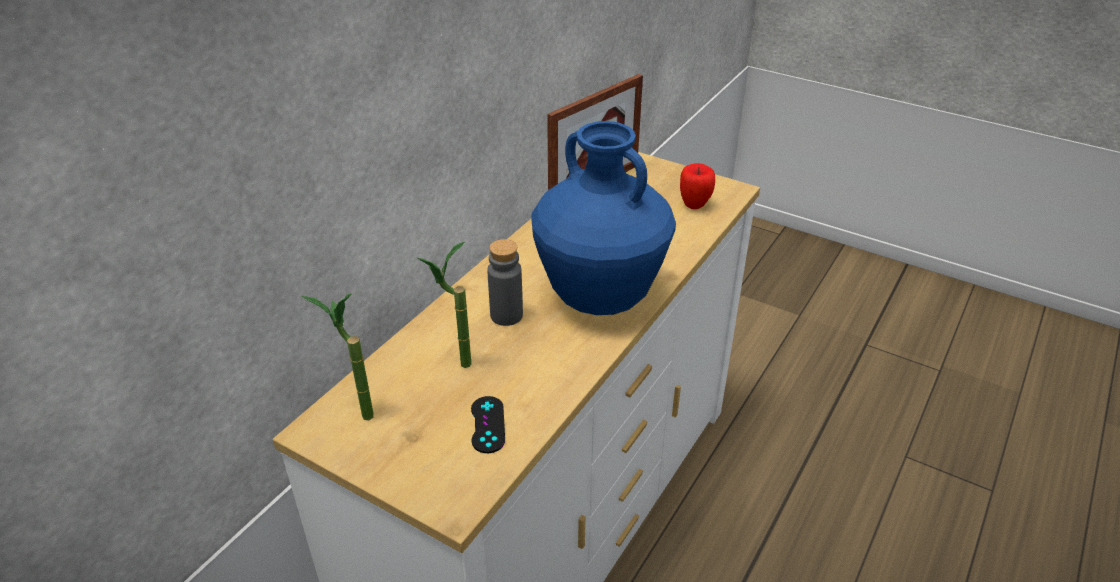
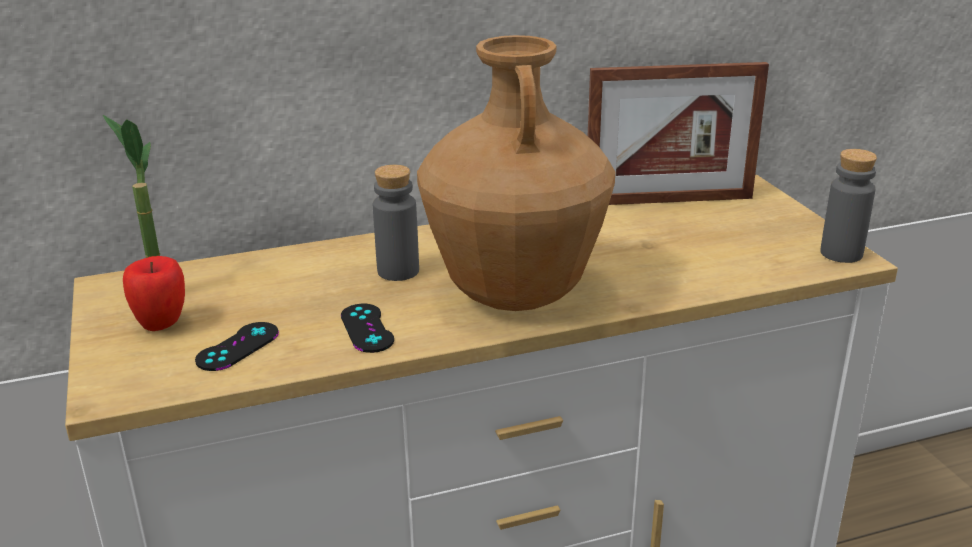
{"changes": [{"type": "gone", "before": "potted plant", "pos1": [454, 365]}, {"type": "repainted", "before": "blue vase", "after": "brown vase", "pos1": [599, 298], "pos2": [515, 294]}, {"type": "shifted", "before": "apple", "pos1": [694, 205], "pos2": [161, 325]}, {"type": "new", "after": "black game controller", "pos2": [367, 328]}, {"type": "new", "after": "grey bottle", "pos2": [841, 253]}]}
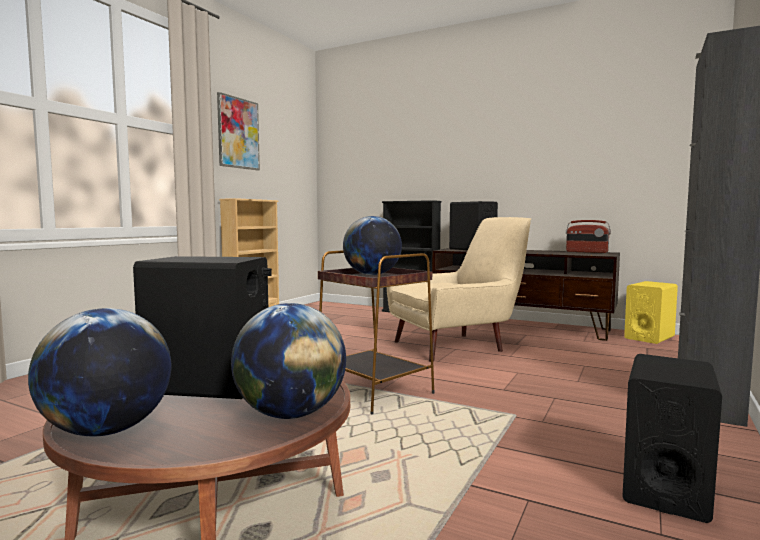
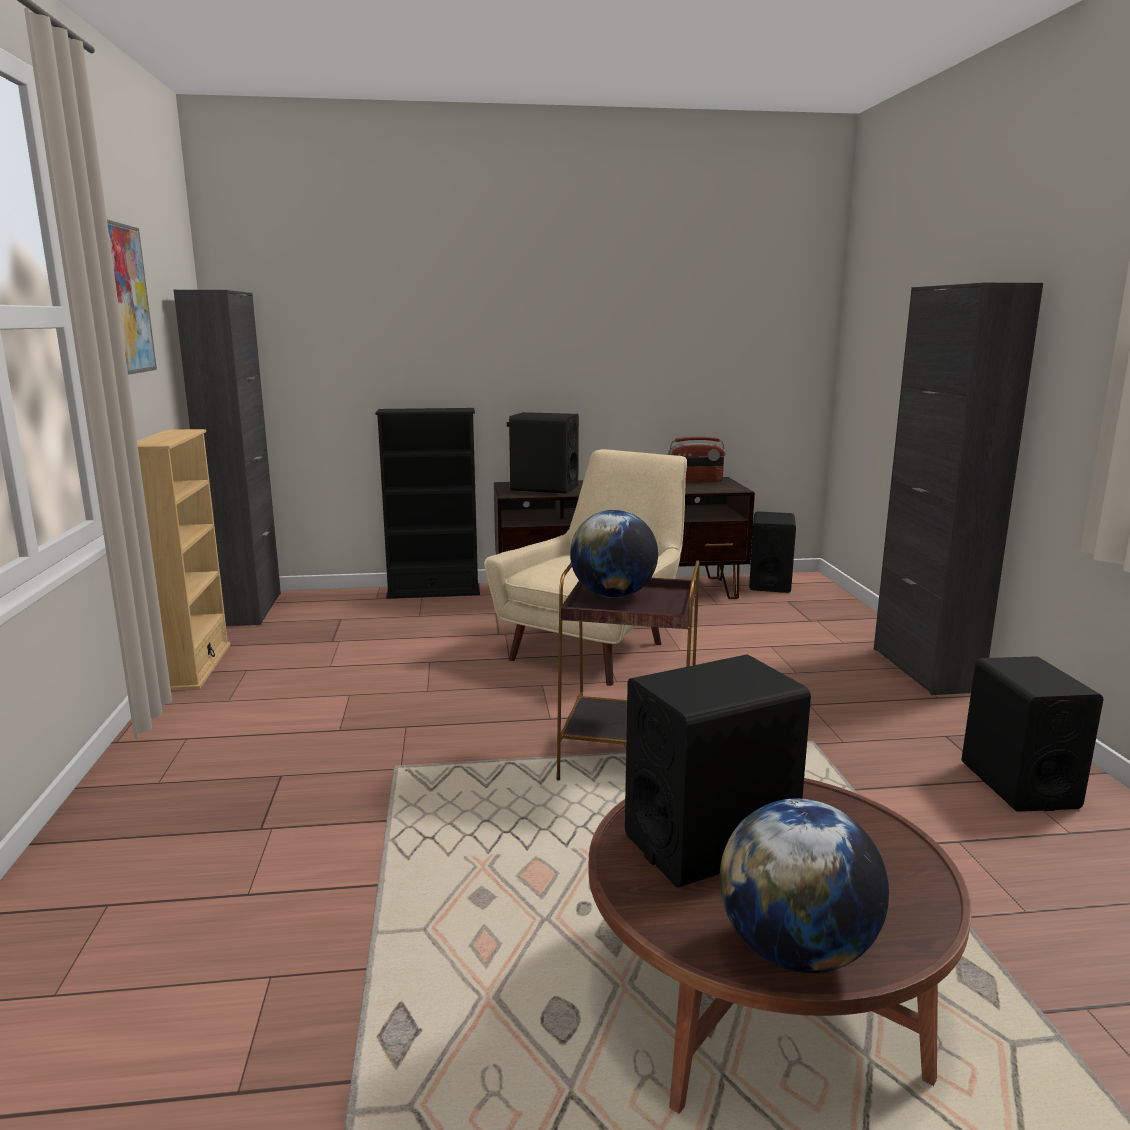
{"changes": [{"type": "gone", "before": "globe", "pos1": [290, 414]}, {"type": "repainted", "before": "yellow speaker", "after": "black speaker", "pos1": [649, 337], "pos2": [769, 583]}, {"type": "new", "after": "black cabinet", "pos2": [249, 609]}]}
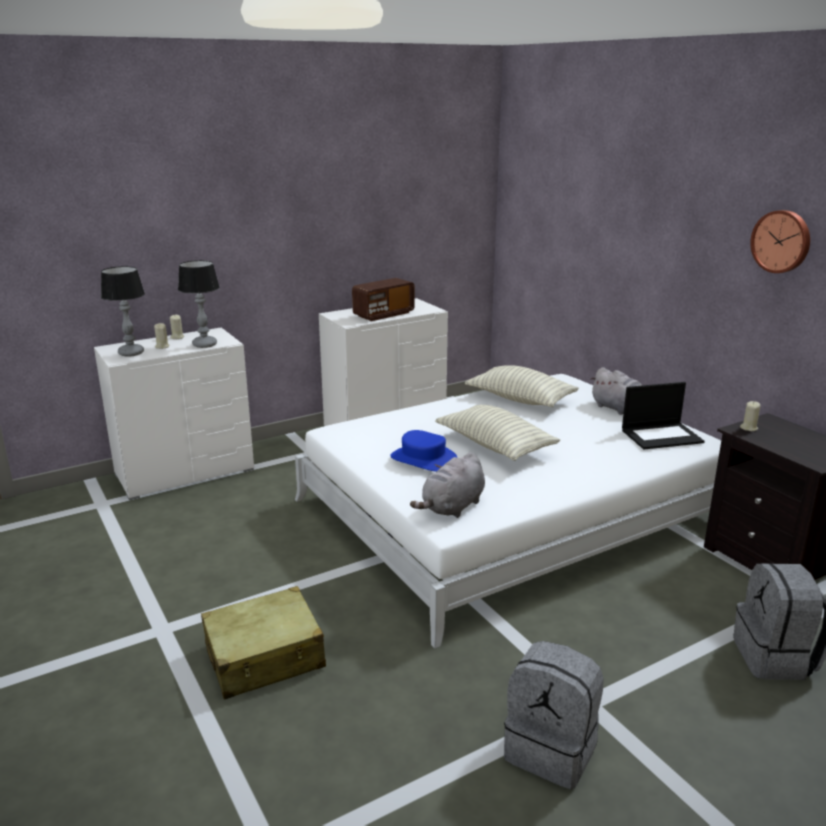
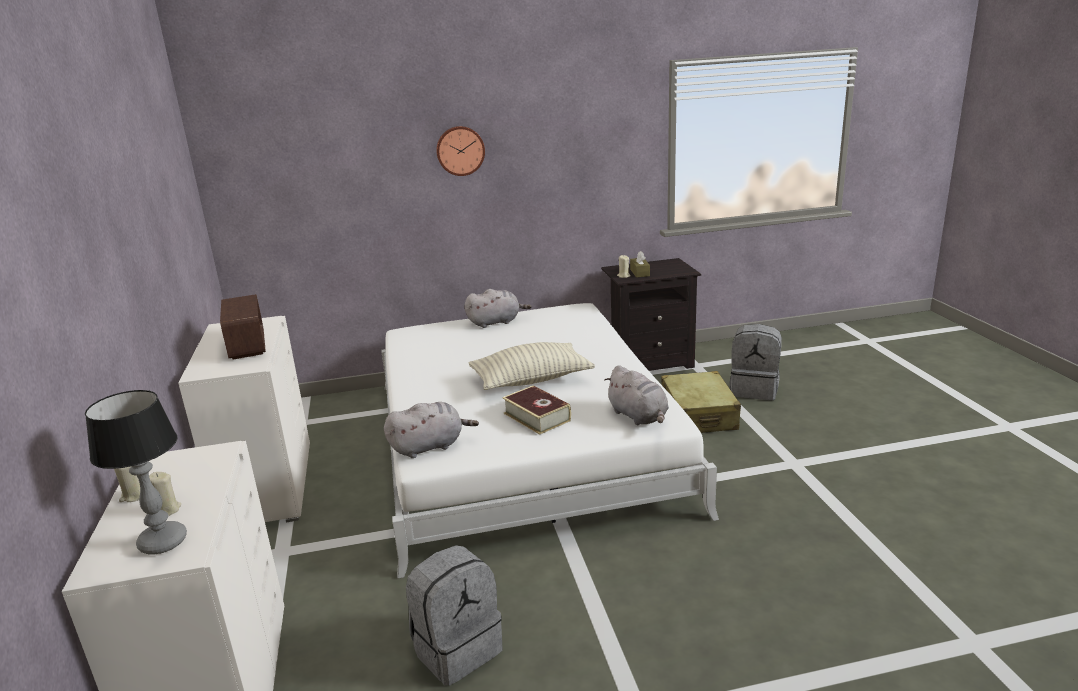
{"changes": [{"type": "gone", "before": "table lamp", "pos1": [204, 345]}, {"type": "shifted", "before": "beige suitcase", "pos1": [265, 657], "pos2": [698, 415]}, {"type": "swapped", "before": "blue hat", "after": "book", "pos1": [423, 460], "pos2": [537, 417]}, {"type": "gone", "before": "pillow", "pos1": [520, 399]}, {"type": "shifted", "before": "grey backpack", "pos1": [552, 750], "pos2": [457, 648]}, {"type": "gone", "before": "laptop", "pos1": [662, 436]}, {"type": "shifted", "before": "wall clock", "pos1": [781, 241], "pos2": [460, 150]}, {"type": "new", "after": "grey plush toy", "pos2": [430, 446]}, {"type": "new", "after": "brown tissue box", "pos2": [640, 273]}]}
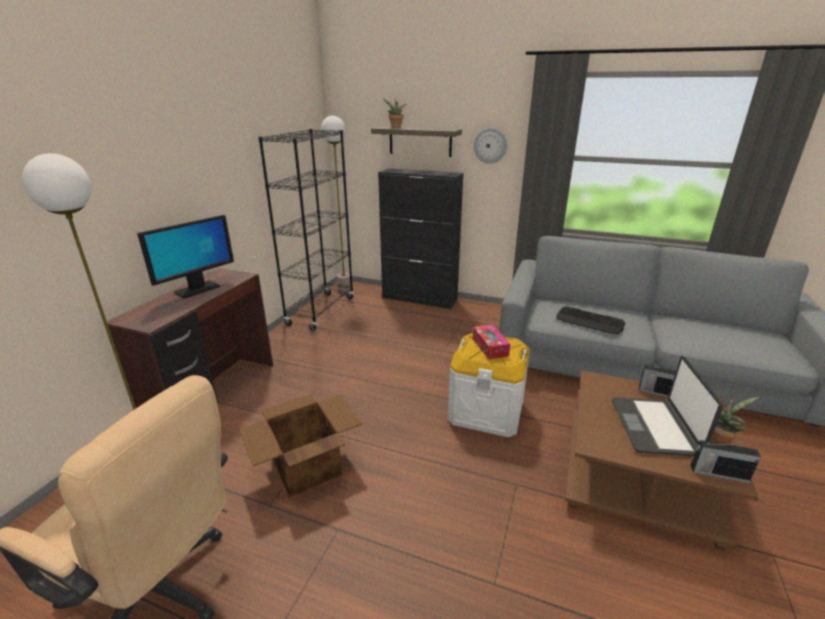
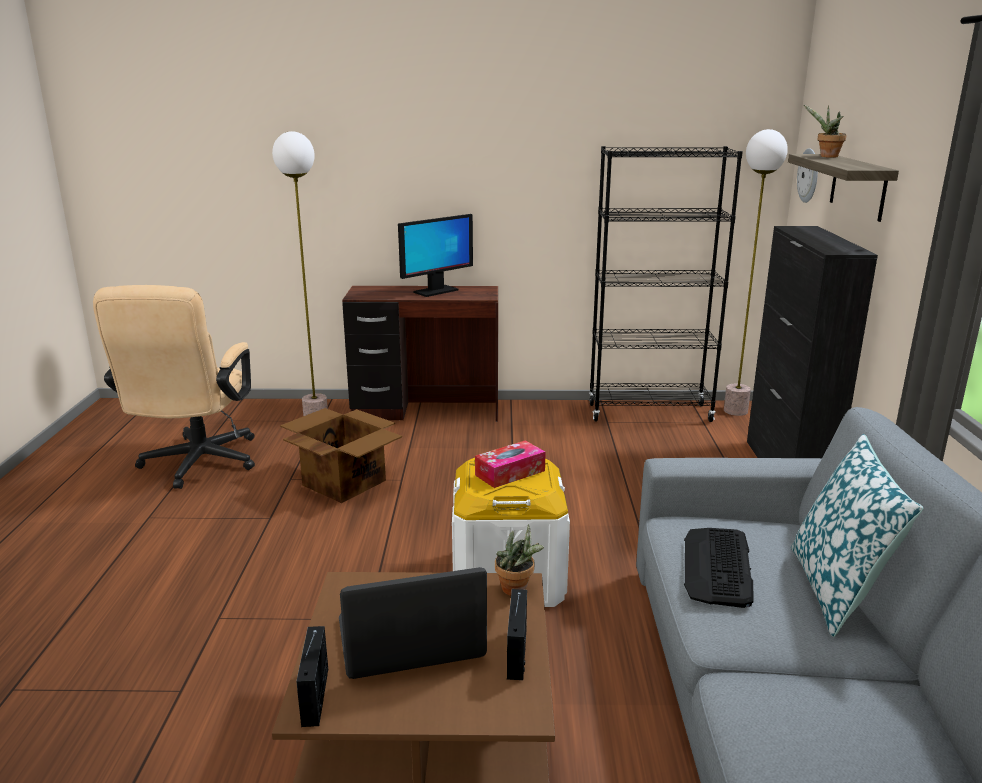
{"changes": [{"type": "rotated", "before": "monitor", "pos1": [197, 290], "pos2": [435, 291], "turn": -60}, {"type": "shifted", "before": "wall clock", "pos1": [490, 145], "pos2": [809, 175]}, {"type": "shifted", "before": "potted plant", "pos1": [719, 440], "pos2": [517, 590]}, {"type": "new", "after": "pillow", "pos2": [837, 590]}]}
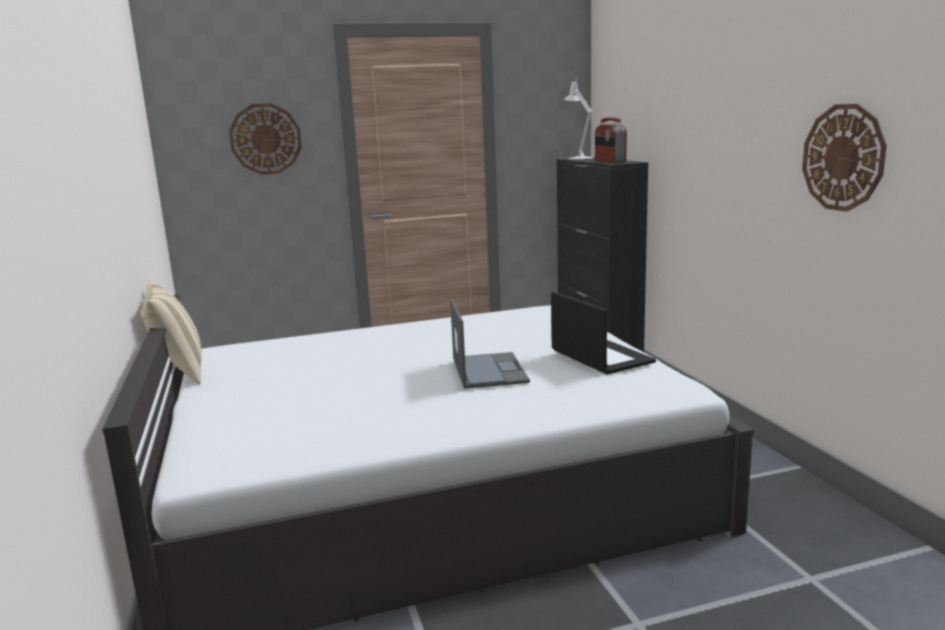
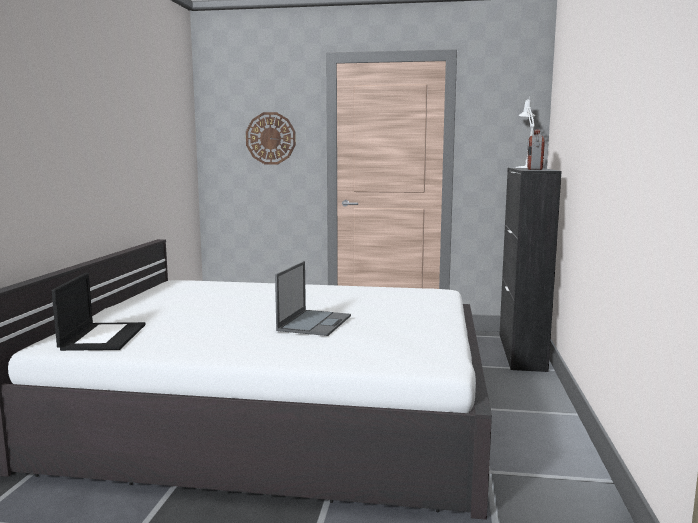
{"changes": [{"type": "gone", "before": "beige pillow", "pos1": [178, 373]}, {"type": "shifted", "before": "laptop", "pos1": [600, 356], "pos2": [103, 336]}, {"type": "gone", "before": "wall clock", "pos1": [843, 157]}]}
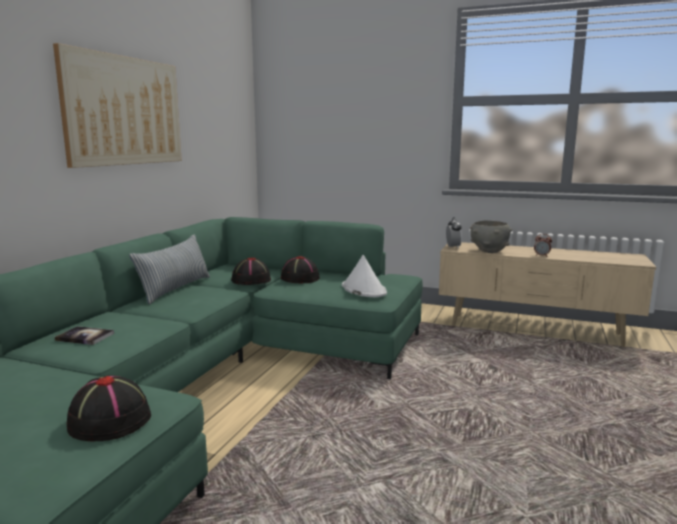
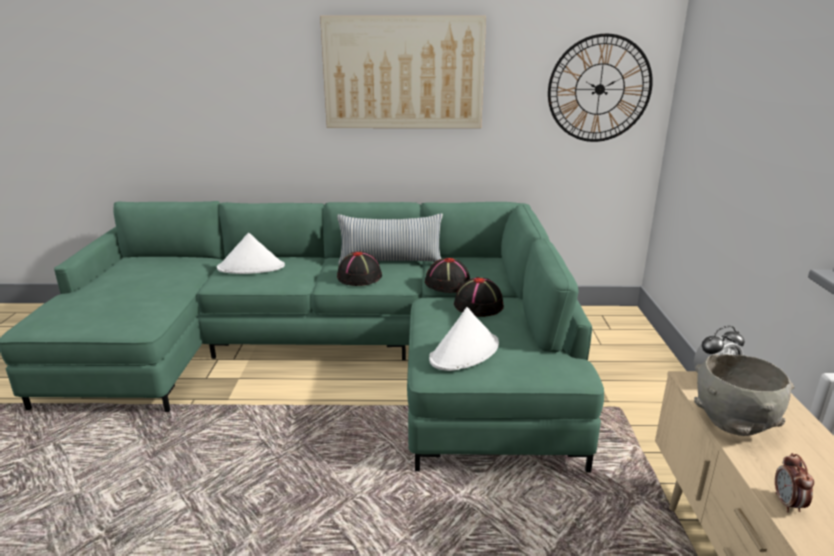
{"changes": [{"type": "swapped", "before": "book", "after": "white hat", "pos1": [85, 337], "pos2": [251, 267]}, {"type": "shifted", "before": "black hat", "pos1": [109, 420], "pos2": [360, 276]}, {"type": "new", "after": "wall clock", "pos2": [599, 89]}]}
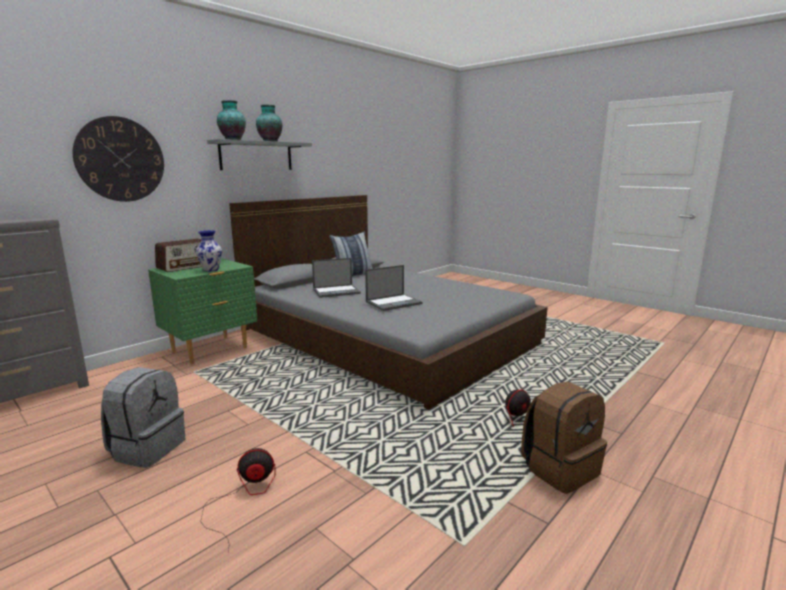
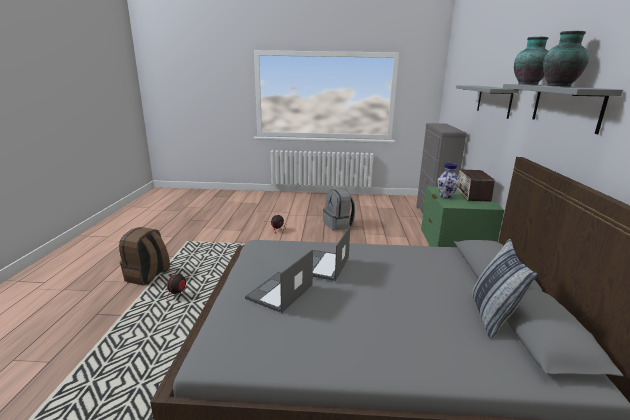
{"changes": [{"type": "swapped", "before": "wall clock", "after": "grey shelf", "pos1": [120, 159], "pos2": [494, 100]}, {"type": "shifted", "before": "laptop", "pos1": [337, 291], "pos2": [279, 292]}]}
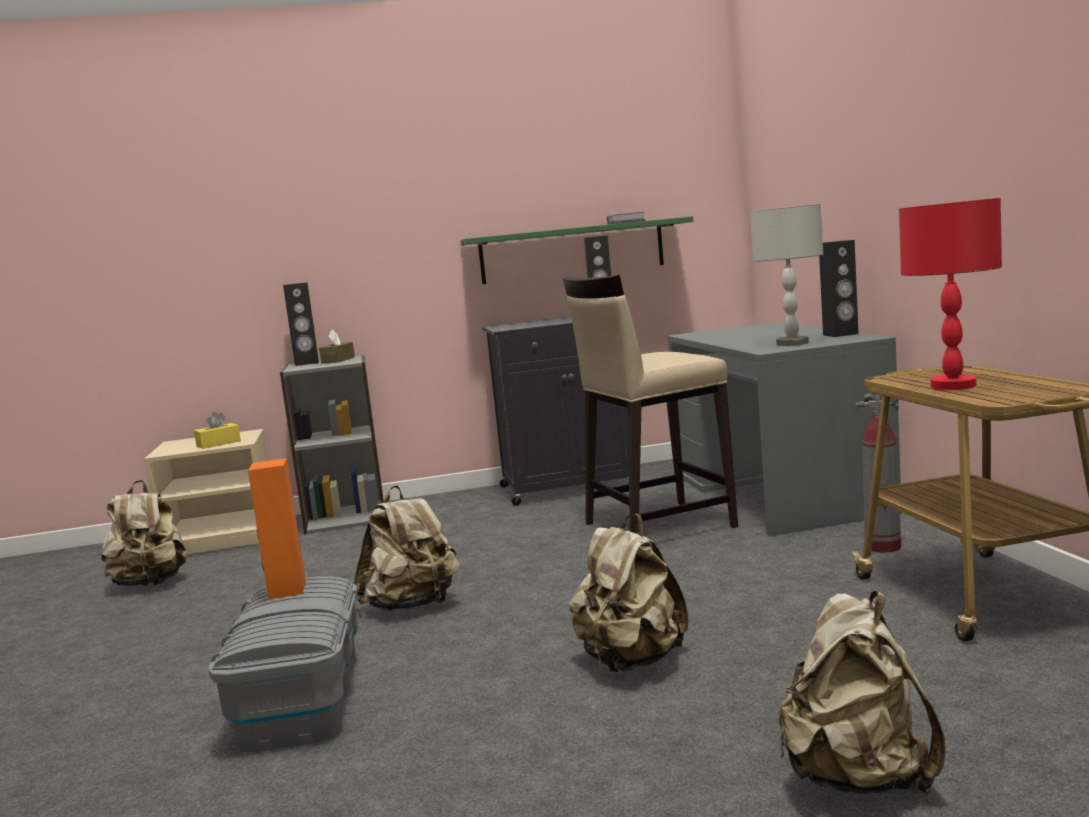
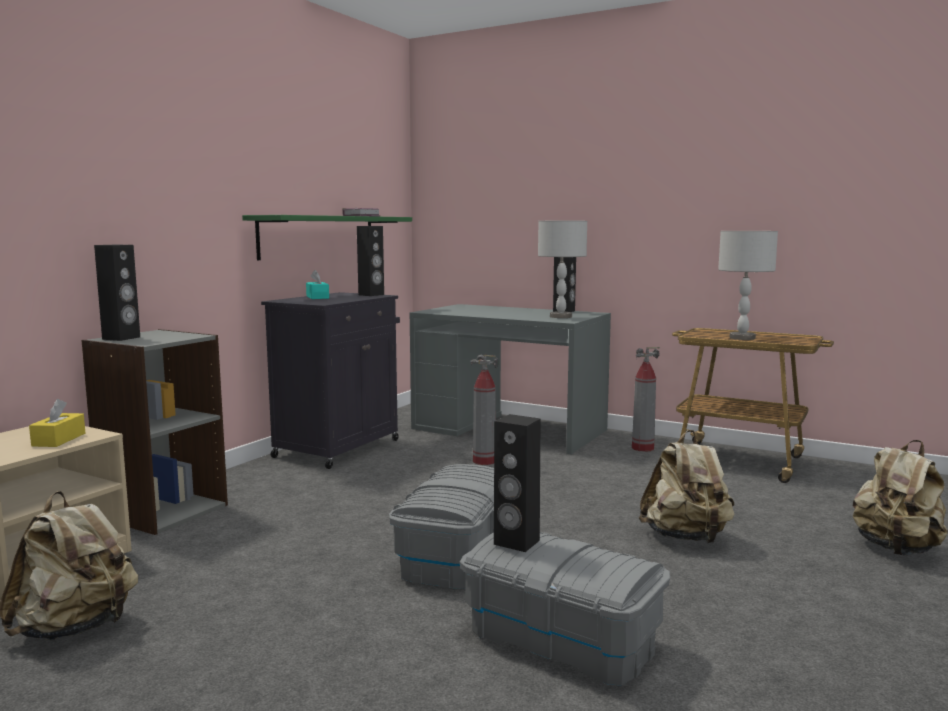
{"changes": [{"type": "repainted", "before": "orange speaker", "after": "black speaker", "pos1": [286, 590], "pos2": [516, 542]}, {"type": "gone", "before": "brown tissue box", "pos1": [338, 360]}, {"type": "swapped", "before": "beige backpack", "after": "grey storage box", "pos1": [412, 606], "pos2": [455, 554]}, {"type": "swapped", "before": "beige stool", "after": "fire extinguisher", "pos1": [657, 525], "pos2": [484, 461]}, {"type": "repainted", "before": "red table lamp", "after": "grey table lamp", "pos1": [952, 386], "pos2": [742, 338]}, {"type": "new", "after": "turquoise tissue box", "pos2": [317, 297]}]}
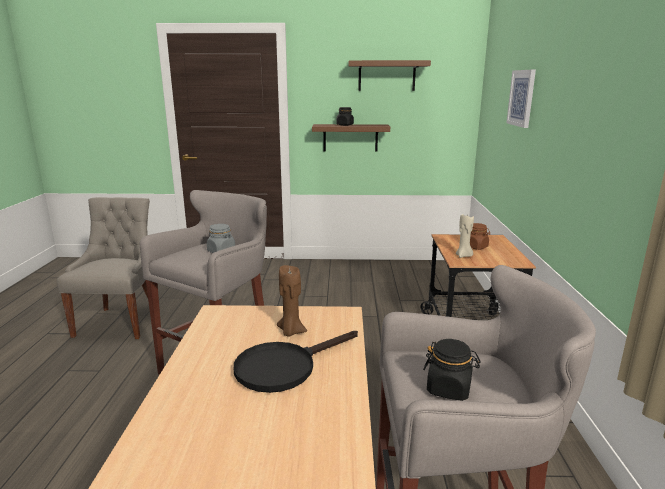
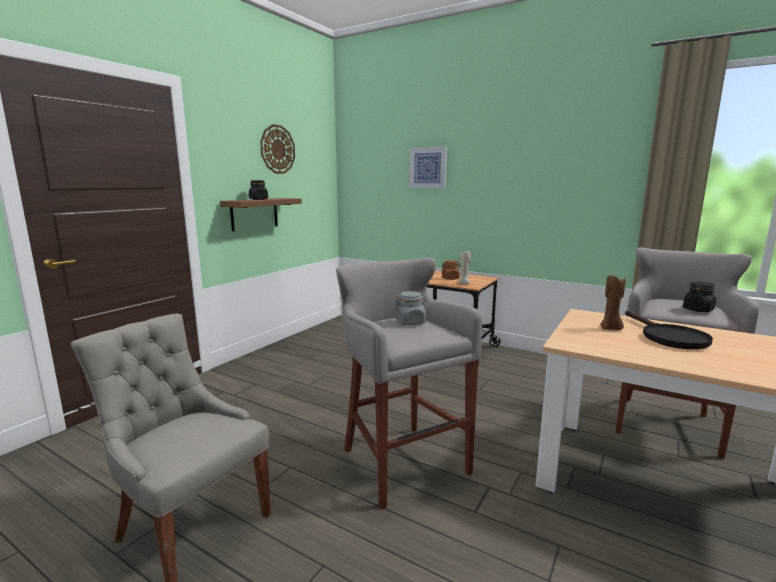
{"changes": [{"type": "swapped", "before": "brown shelf", "after": "wall clock", "pos1": [386, 76], "pos2": [277, 149]}]}
